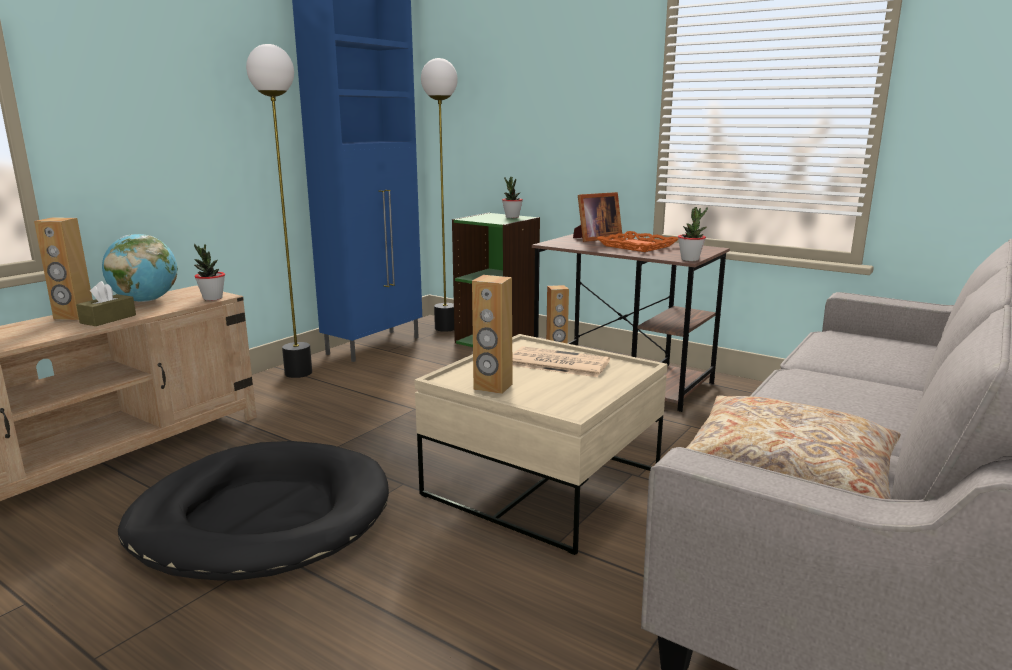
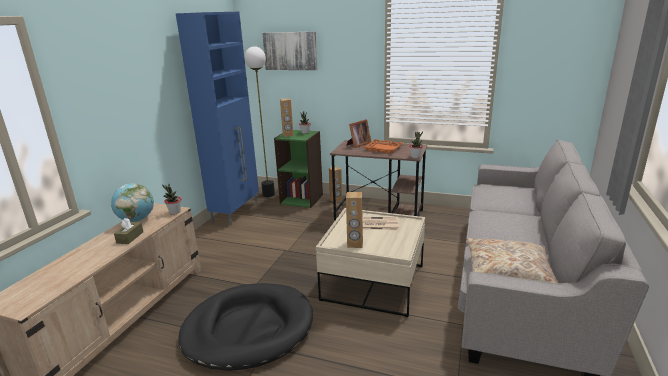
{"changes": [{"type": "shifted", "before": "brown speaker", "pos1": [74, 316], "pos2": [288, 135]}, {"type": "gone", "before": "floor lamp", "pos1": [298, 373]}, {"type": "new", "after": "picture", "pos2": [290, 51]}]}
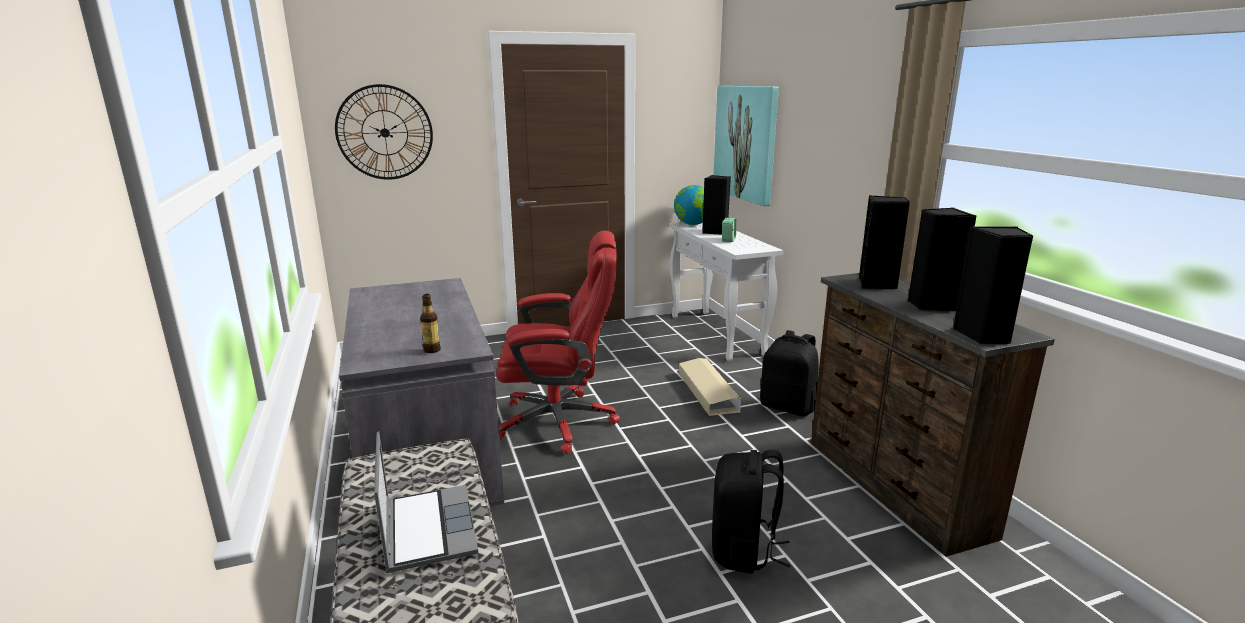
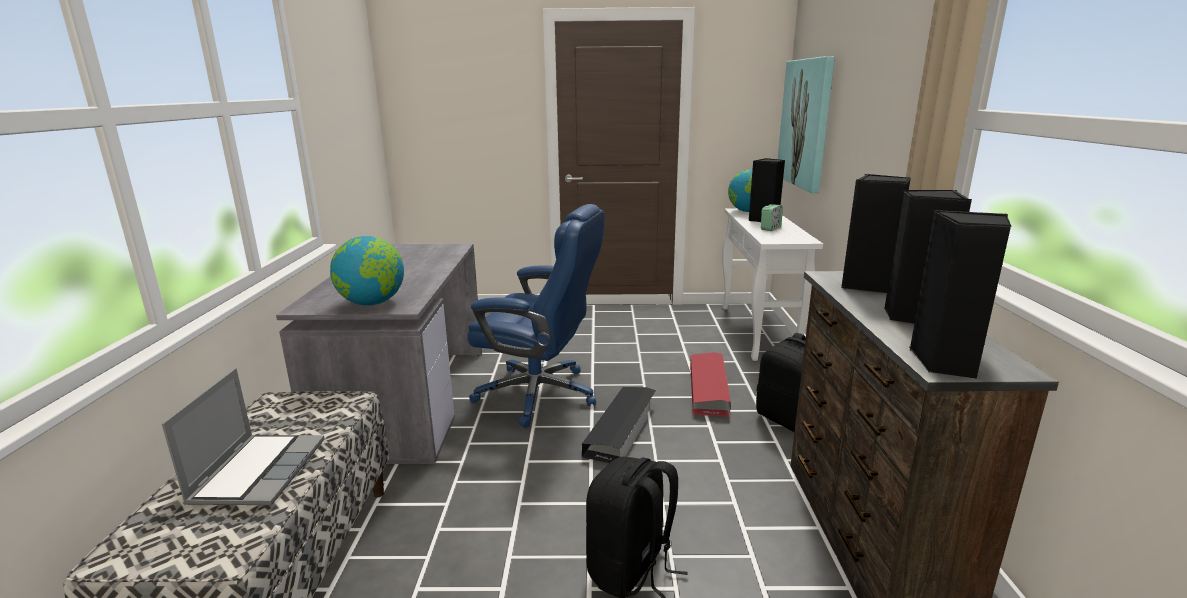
{"changes": [{"type": "gone", "before": "wall clock", "pos1": [385, 132]}, {"type": "swapped", "before": "bottle", "after": "globe", "pos1": [432, 350], "pos2": [372, 303]}, {"type": "repainted", "before": "red office chair", "after": "blue office chair", "pos1": [559, 421], "pos2": [540, 394]}, {"type": "repainted", "before": "beige storage box", "after": "red storage box", "pos1": [707, 392], "pos2": [708, 389]}, {"type": "new", "after": "black storage box", "pos2": [622, 429]}]}
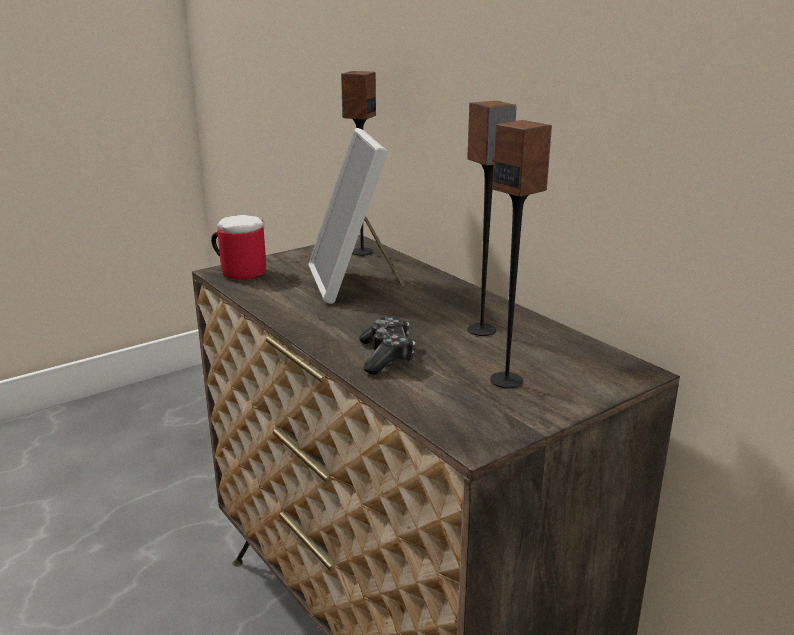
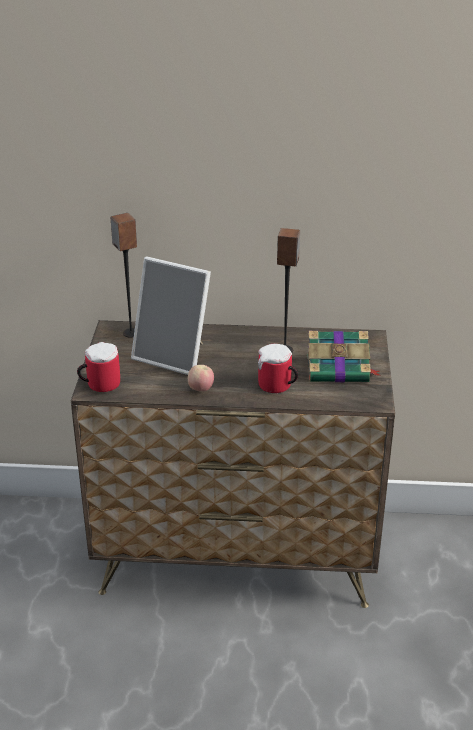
{"changes": [{"type": "swapped", "before": "game controller", "after": "mug", "pos1": [386, 356], "pos2": [277, 387]}, {"type": "swapped", "before": "speaker", "after": "book", "pos1": [507, 380], "pos2": [339, 369]}, {"type": "new", "after": "apple", "pos2": [201, 390]}]}
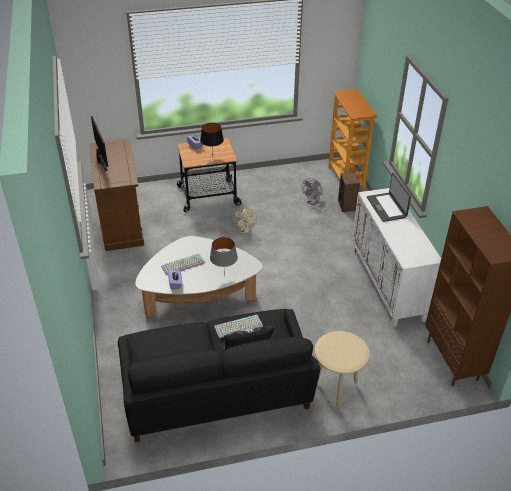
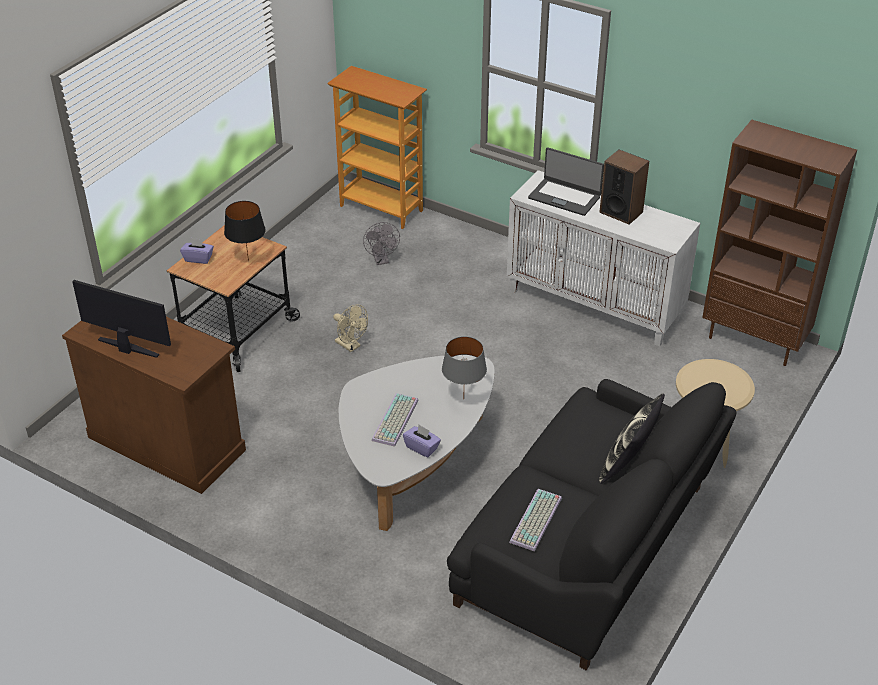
{"changes": [{"type": "shifted", "before": "keyboard", "pos1": [238, 327], "pos2": [537, 521]}, {"type": "shifted", "before": "speaker", "pos1": [347, 205], "pos2": [621, 212]}]}
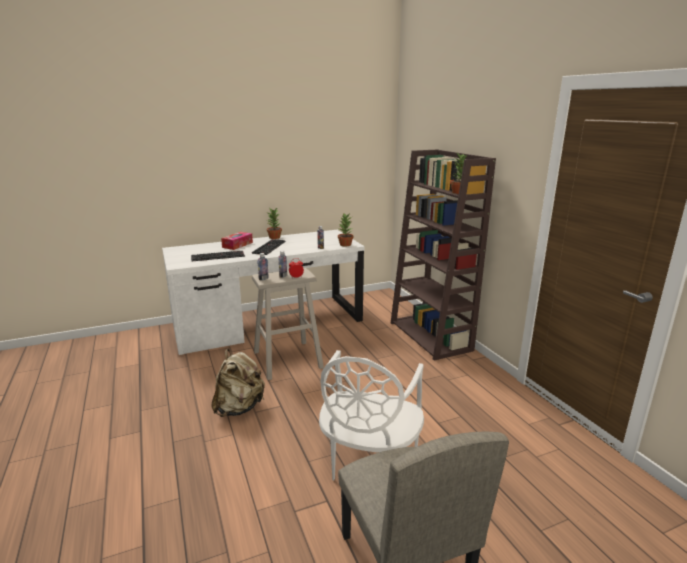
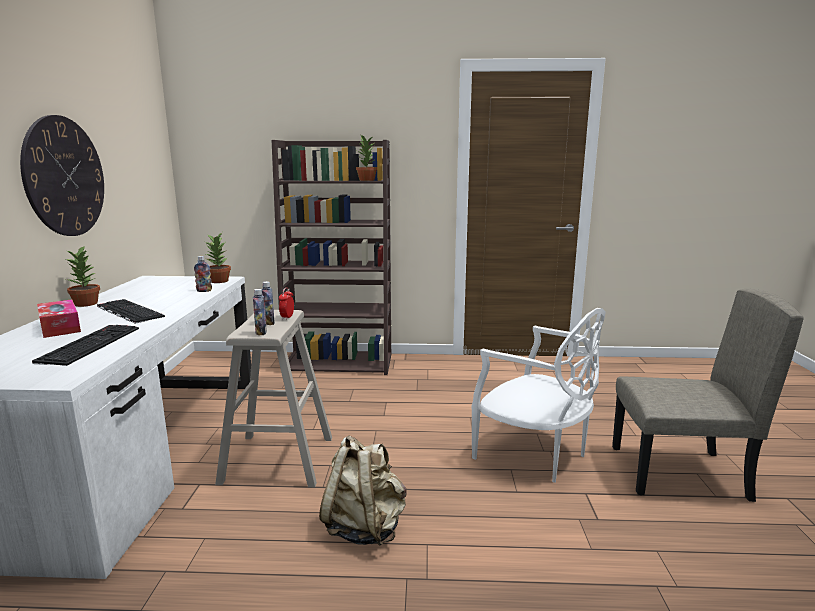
{"changes": [{"type": "new", "after": "wall clock", "pos2": [65, 177]}]}
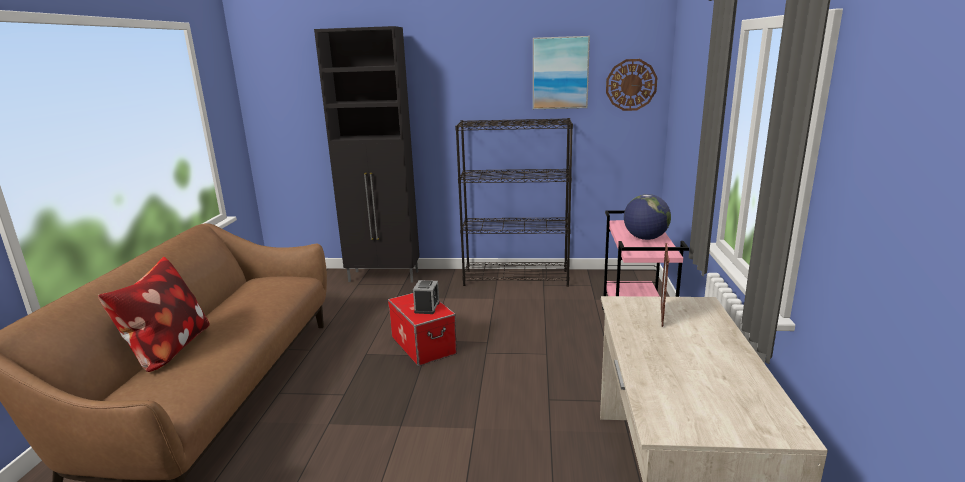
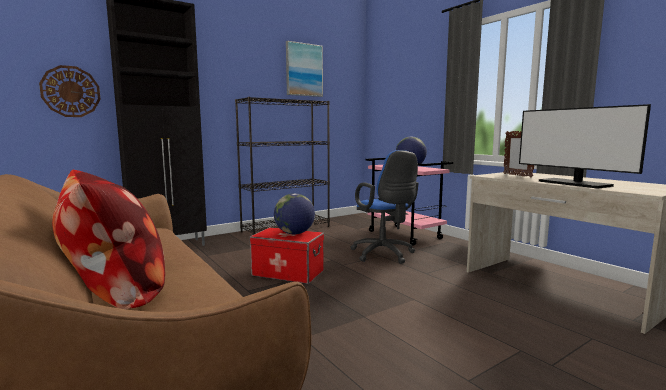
{"changes": [{"type": "swapped", "before": "alarm clock", "after": "globe", "pos1": [427, 307], "pos2": [294, 233]}, {"type": "shifted", "before": "wall clock", "pos1": [631, 85], "pos2": [71, 91]}, {"type": "new", "after": "blue office chair", "pos2": [384, 255]}, {"type": "new", "after": "monitor", "pos2": [574, 183]}]}
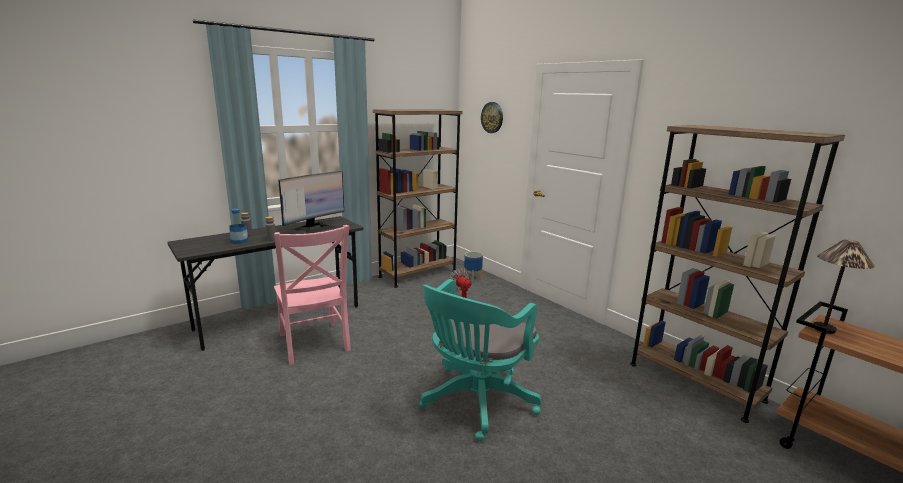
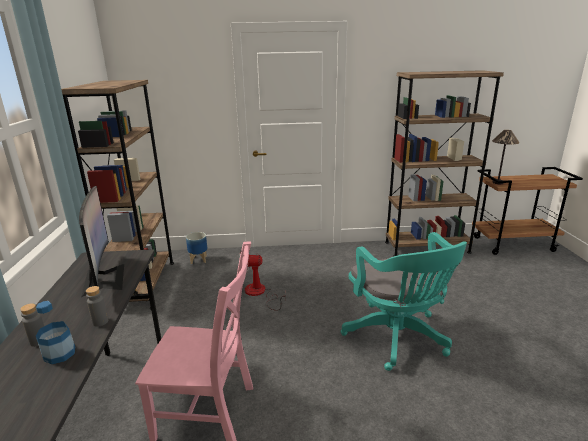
{"changes": [{"type": "gone", "before": "wall clock", "pos1": [492, 117]}]}
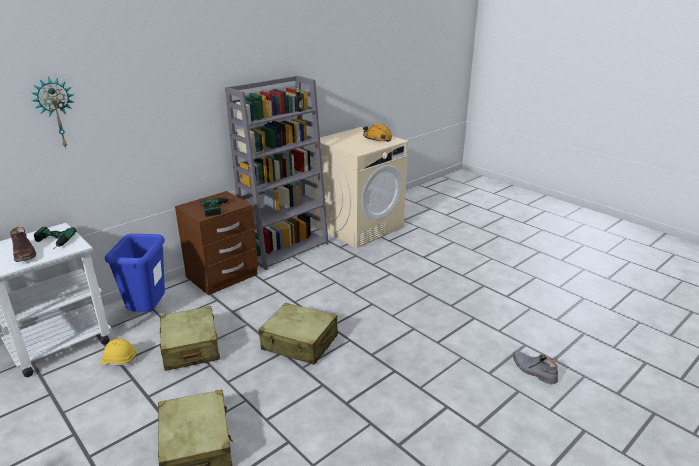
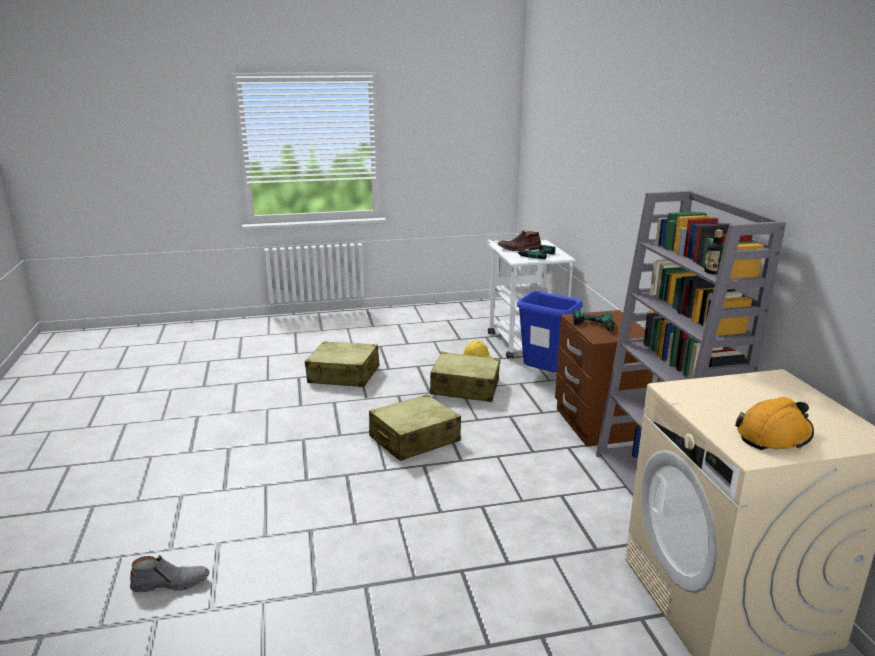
{"changes": [{"type": "gone", "before": "wall clock", "pos1": [56, 113]}]}
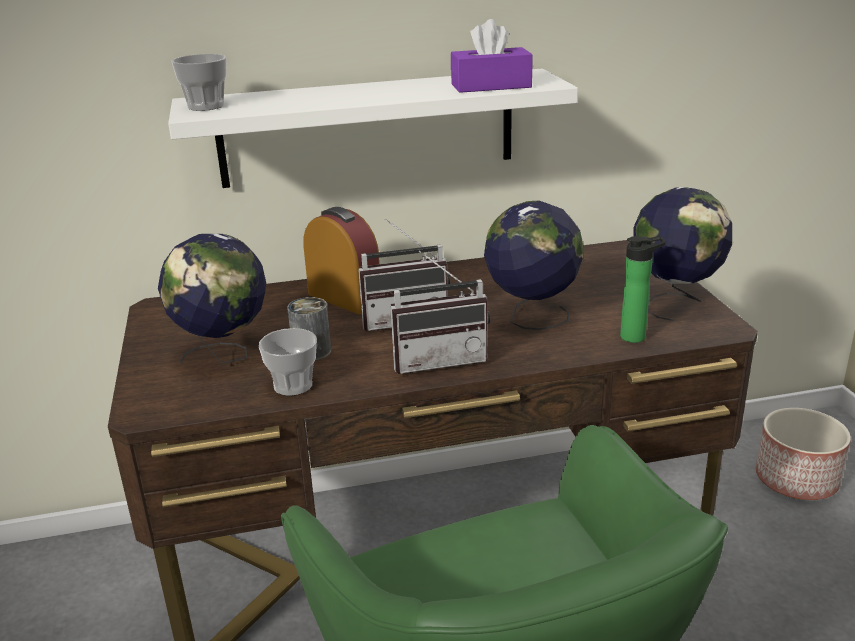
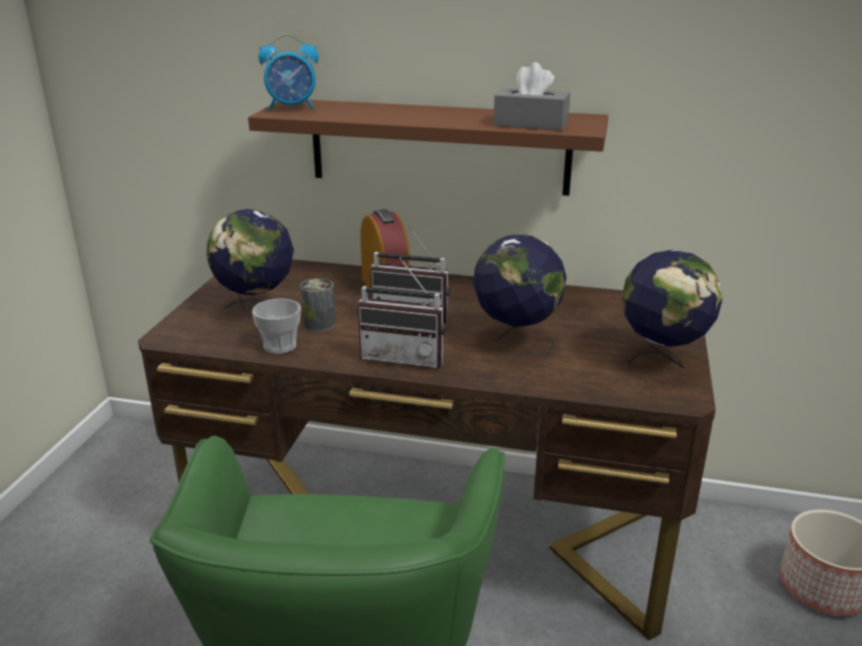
{"changes": [{"type": "repainted", "before": "white shelf", "after": "brown shelf", "pos1": [367, 128], "pos2": [438, 146]}, {"type": "swapped", "before": "cup", "after": "alarm clock", "pos1": [206, 106], "pos2": [292, 108]}, {"type": "repainted", "before": "purple tissue box", "after": "grey tissue box", "pos1": [491, 86], "pos2": [531, 124]}, {"type": "gone", "before": "bottle", "pos1": [637, 337]}]}
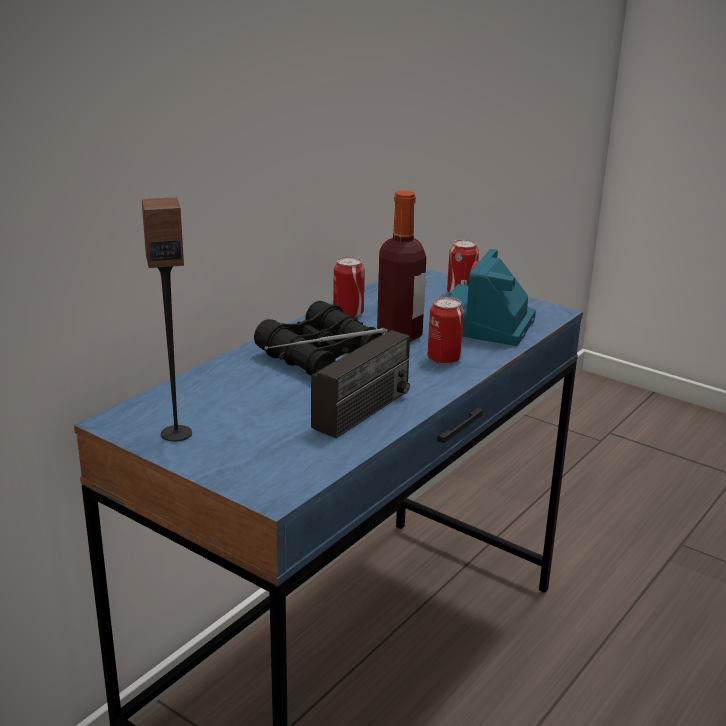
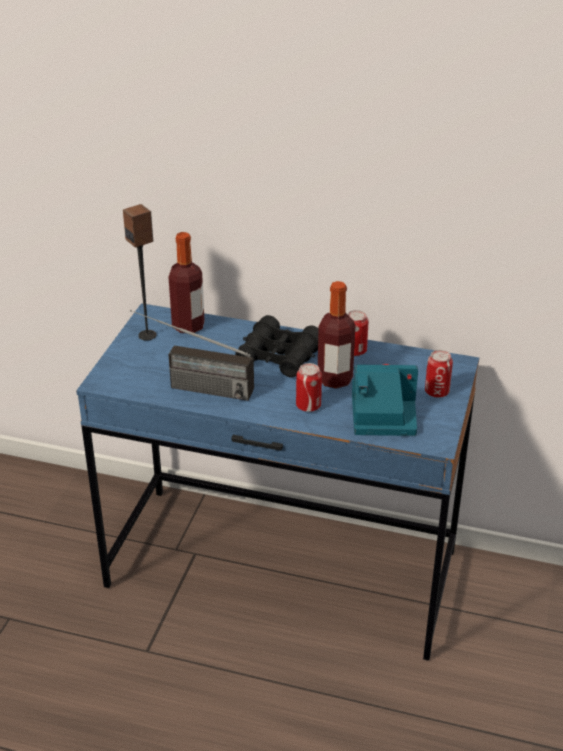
{"changes": [{"type": "new", "after": "bottle", "pos2": [188, 326]}]}
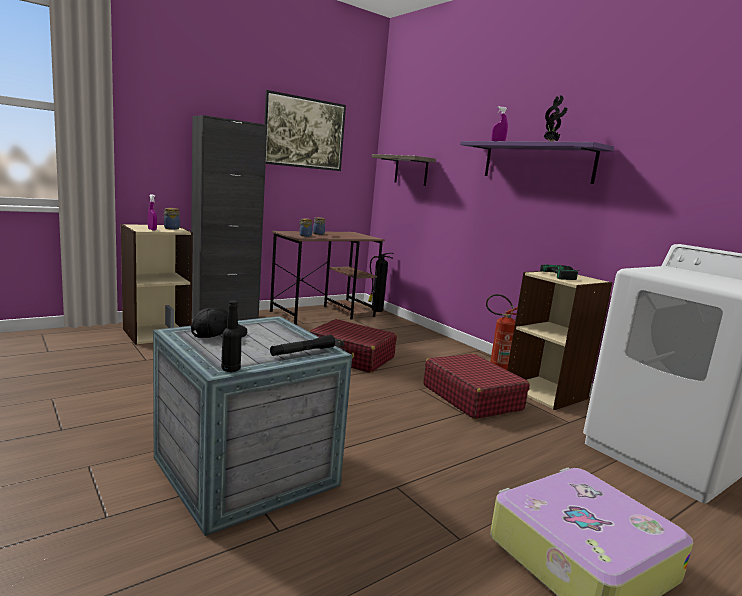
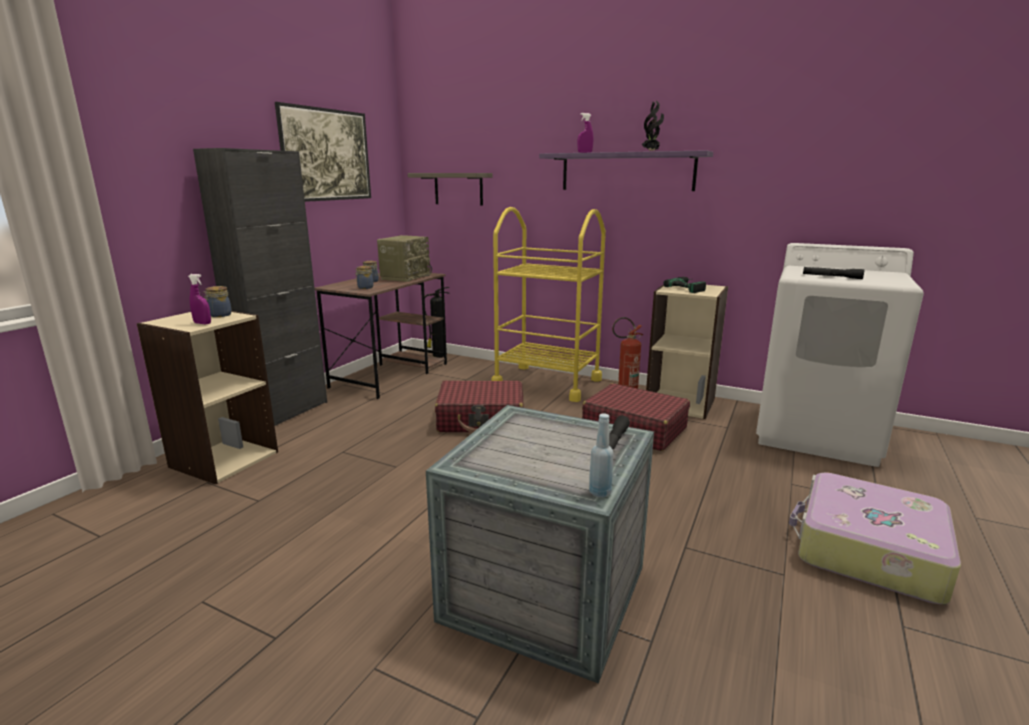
{"changes": [{"type": "gone", "before": "black cap", "pos1": [218, 334]}, {"type": "repainted", "before": "black bottle", "after": "blue bottle", "pos1": [231, 369], "pos2": [600, 492]}, {"type": "new", "after": "radio", "pos2": [405, 277]}, {"type": "new", "after": "yellow cart", "pos2": [547, 382]}, {"type": "new", "after": "black flashlight", "pos2": [831, 277]}]}
